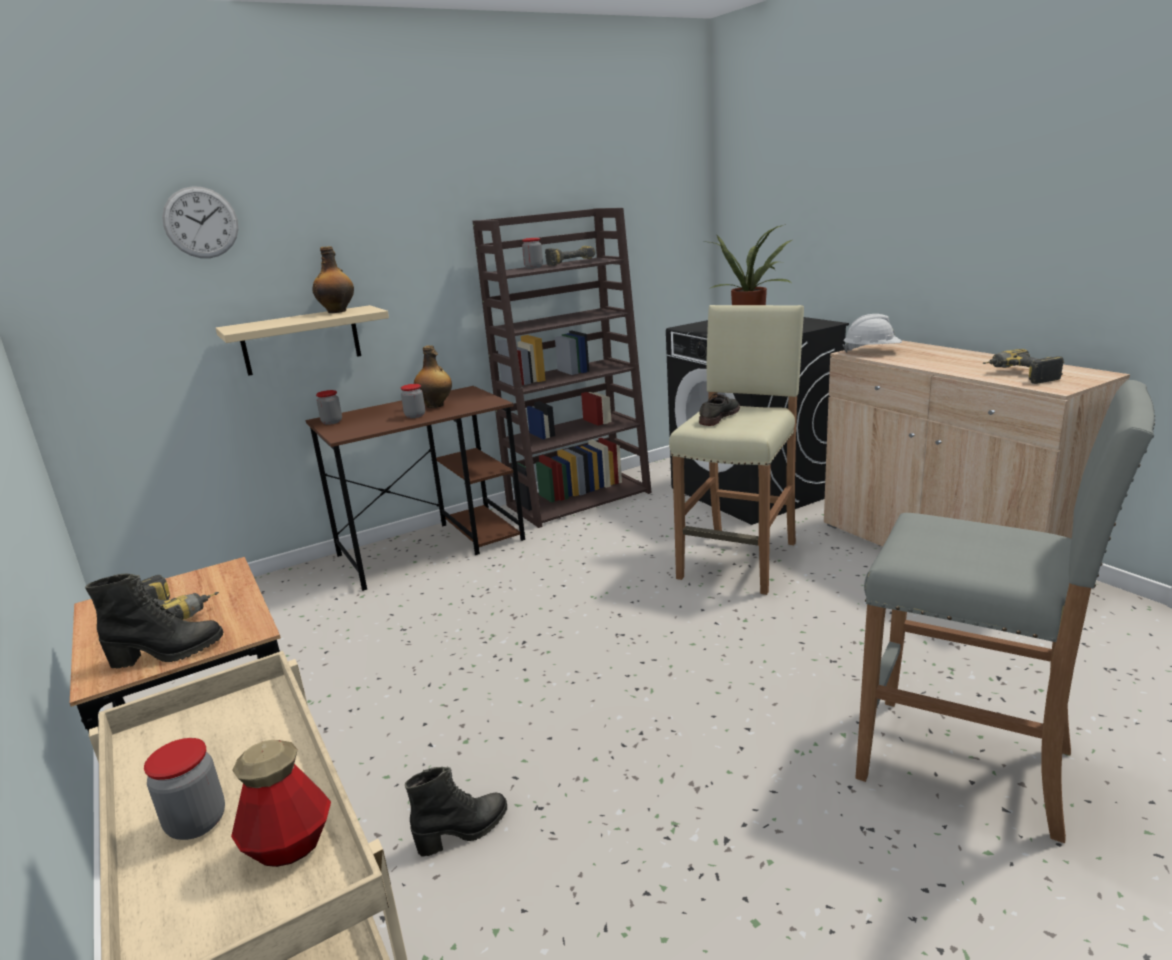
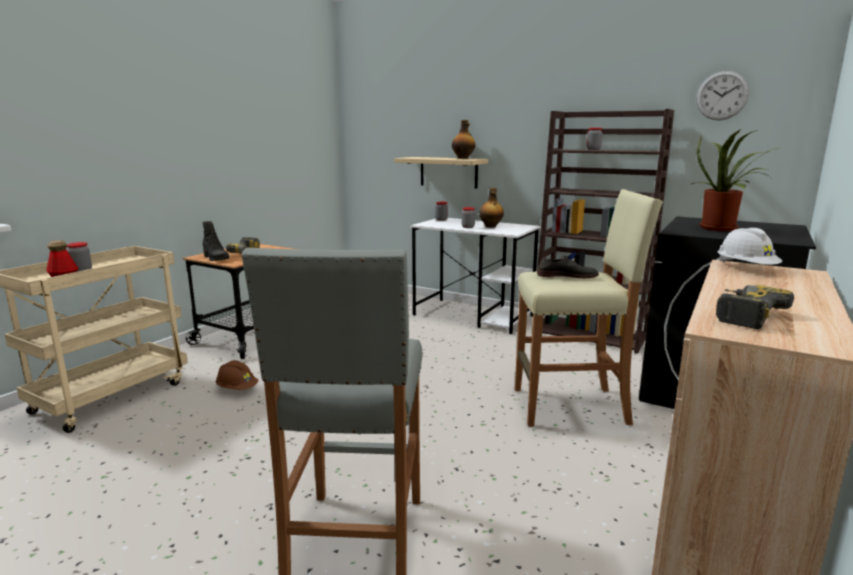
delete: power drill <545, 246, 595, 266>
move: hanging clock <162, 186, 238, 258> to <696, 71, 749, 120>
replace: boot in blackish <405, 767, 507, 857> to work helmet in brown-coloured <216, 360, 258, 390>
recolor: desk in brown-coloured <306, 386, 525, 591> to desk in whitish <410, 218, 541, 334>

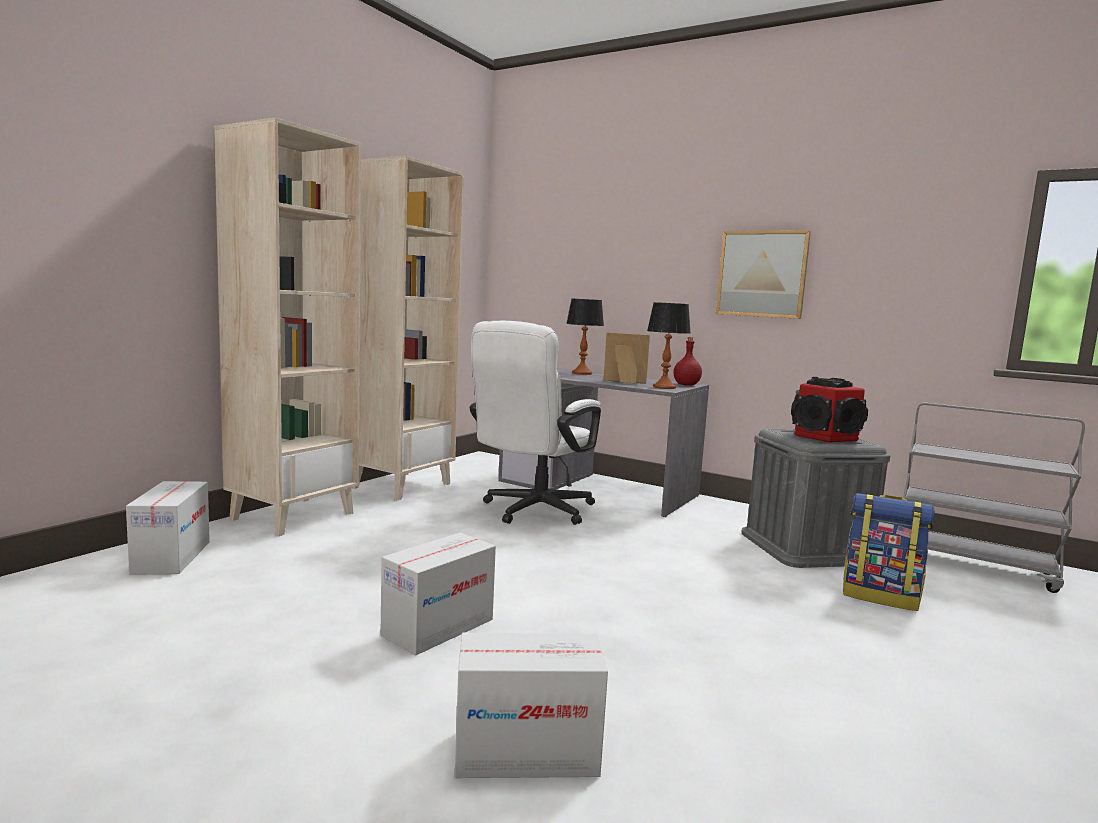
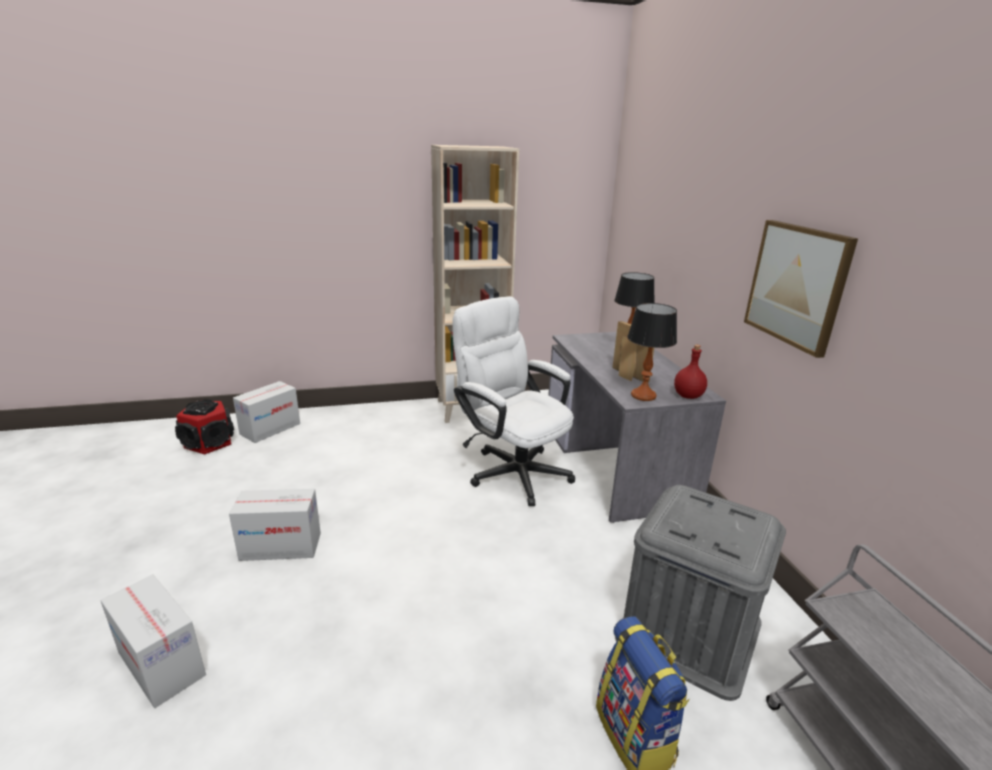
delete: shelving unit in beige <214, 117, 361, 536>
move: loudspeaker <791, 377, 868, 442> to <175, 399, 234, 454>
rotate: office chair in whitish <470, 321, 601, 525> = <452, 296, 575, 506> 60 degrees clockwise

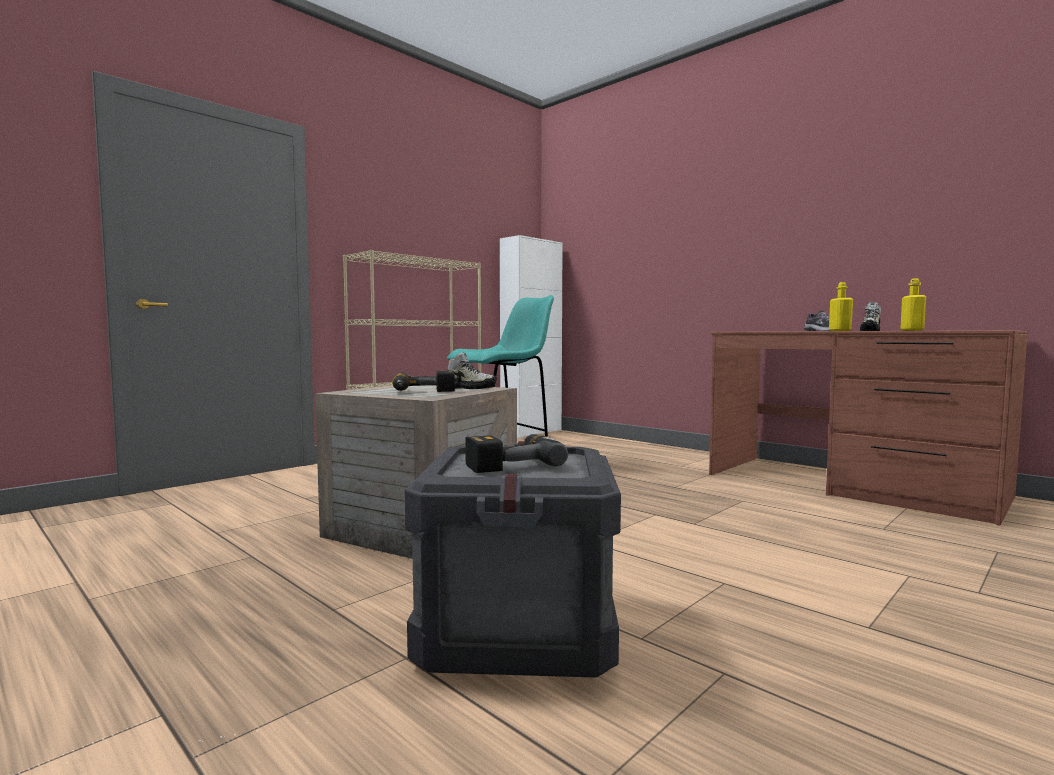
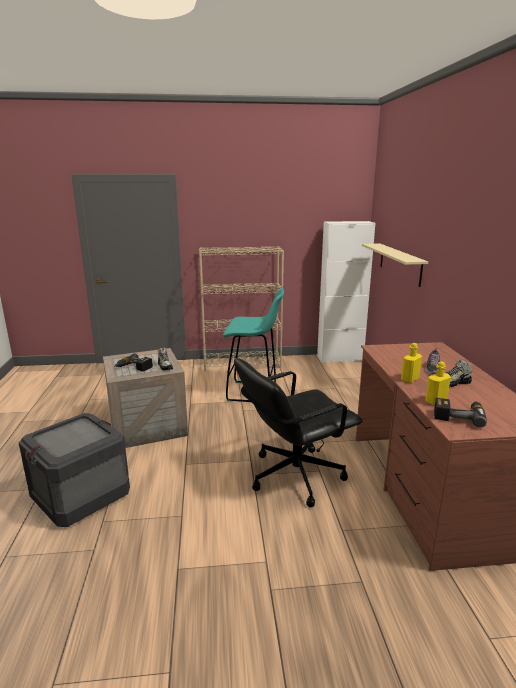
insert: office chair in blackish <234, 358, 363, 507>; shelf in beige <362, 243, 428, 287>
move: power drill <465, 434, 568, 473> to <434, 398, 487, 428>

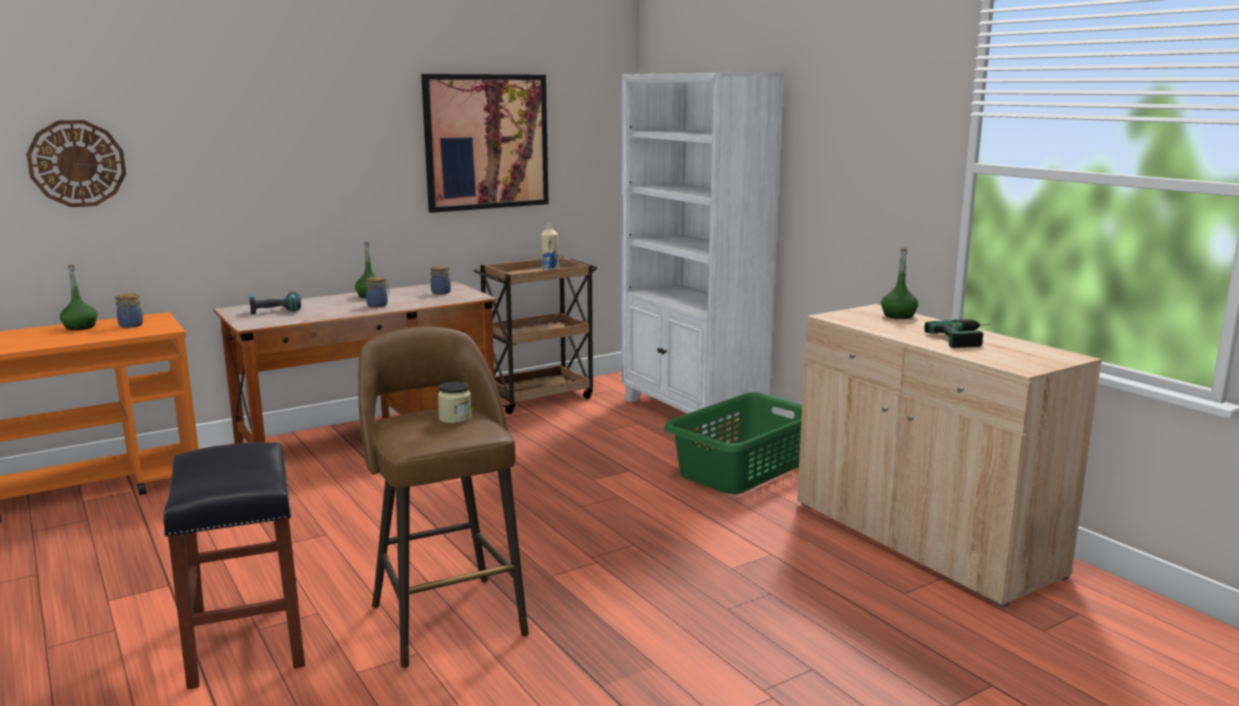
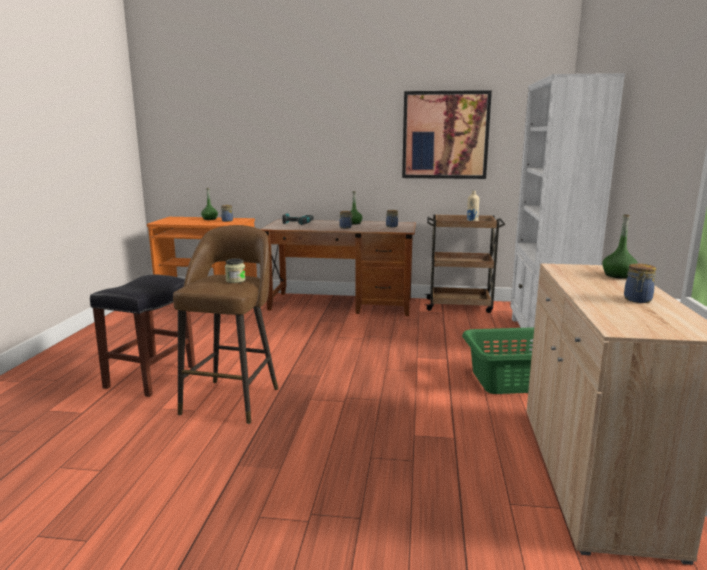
delete: hanging clock <26, 120, 126, 207>
replace: power drill <924, 319, 992, 348> to jar <624, 263, 656, 303>

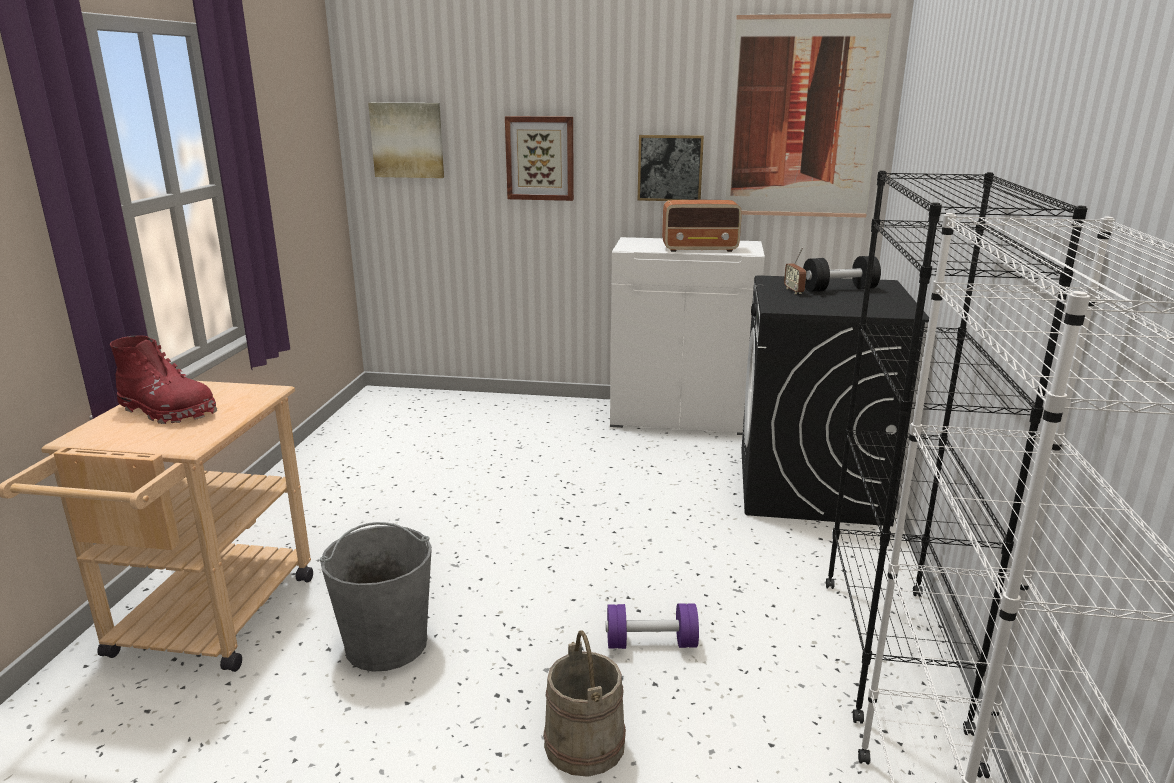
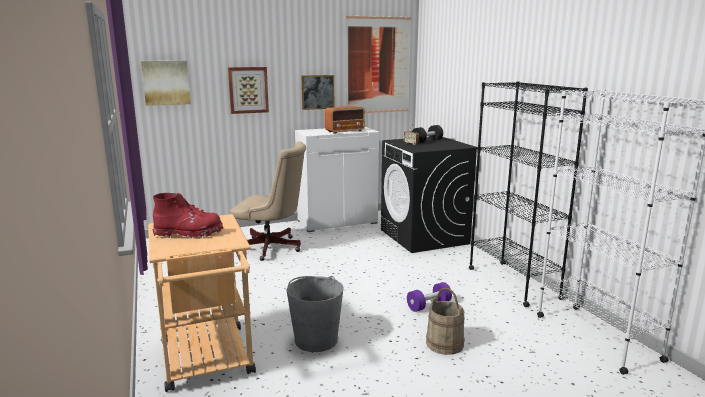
insert: office chair in beige <230, 141, 306, 261>

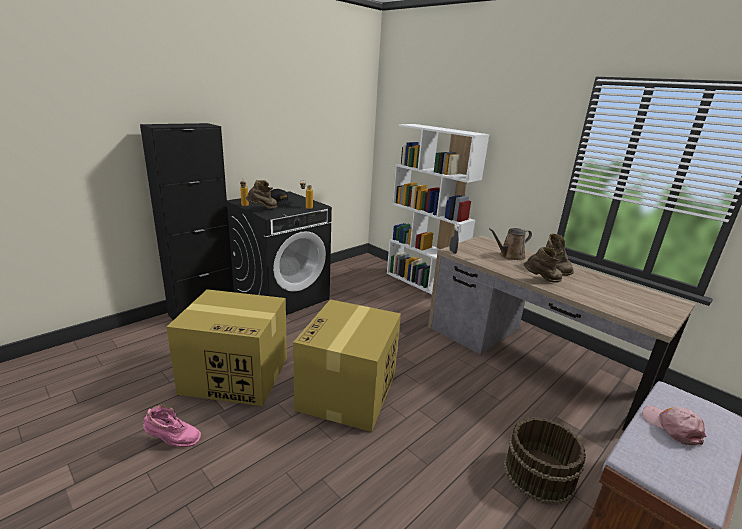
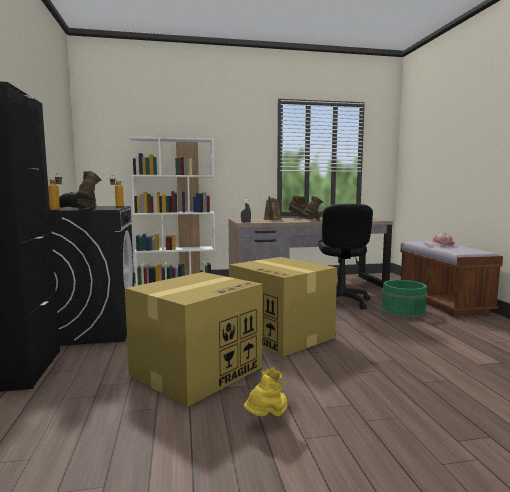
insert: office chair in blackish <318, 204, 373, 310>
recolor: boot in pink-coloured <143, 405, 201, 447> to boot in yellowish <244, 367, 290, 416>; pail in brown-coloured <503, 417, 586, 505> to pail in green-coloured <381, 280, 428, 318>

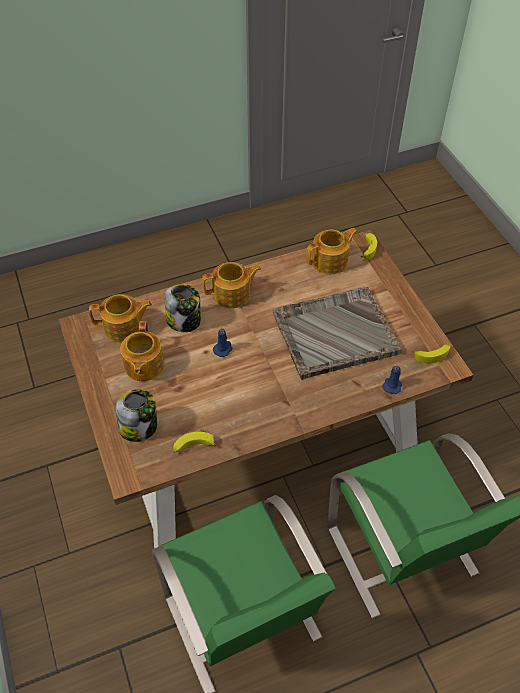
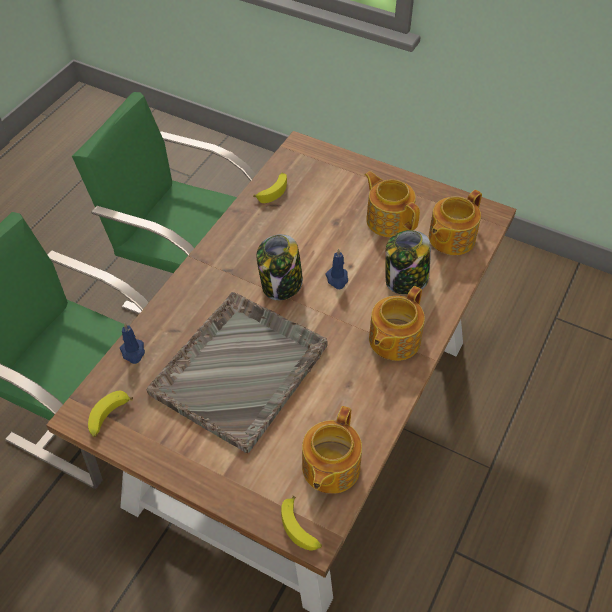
move: jar <116, 389, 157, 442> to <257, 234, 303, 300>

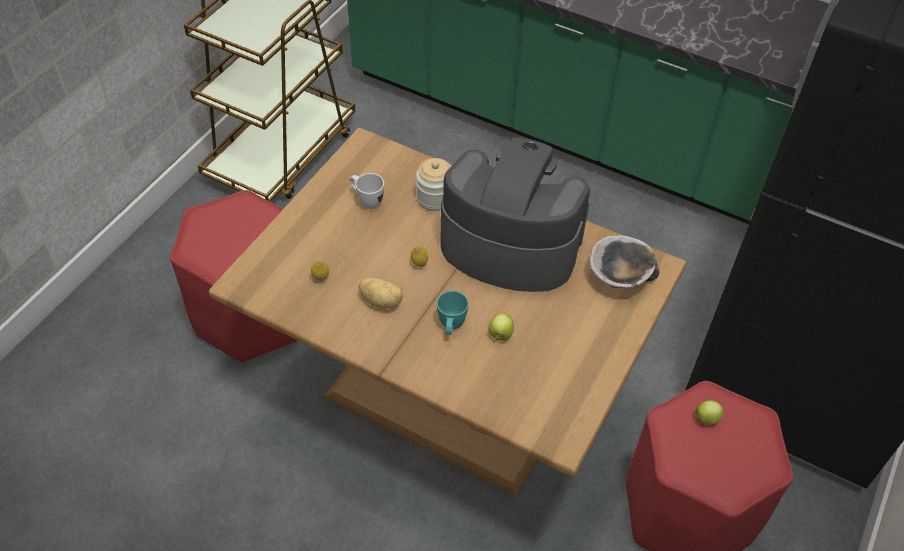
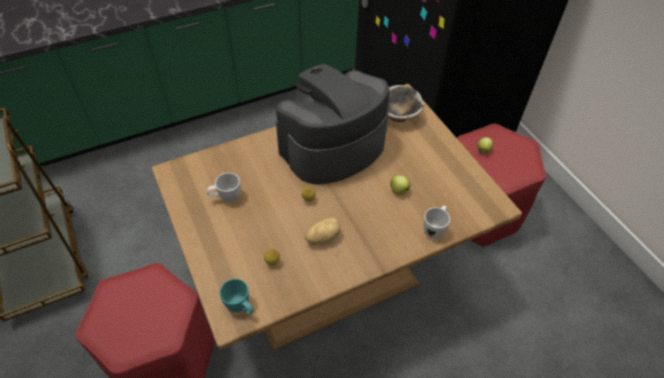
delete: jar <416, 158, 451, 211>
insert: mug in whitish <424, 205, 450, 238>
move: mug in turquoise <437, 291, 469, 335> to <219, 279, 254, 314>

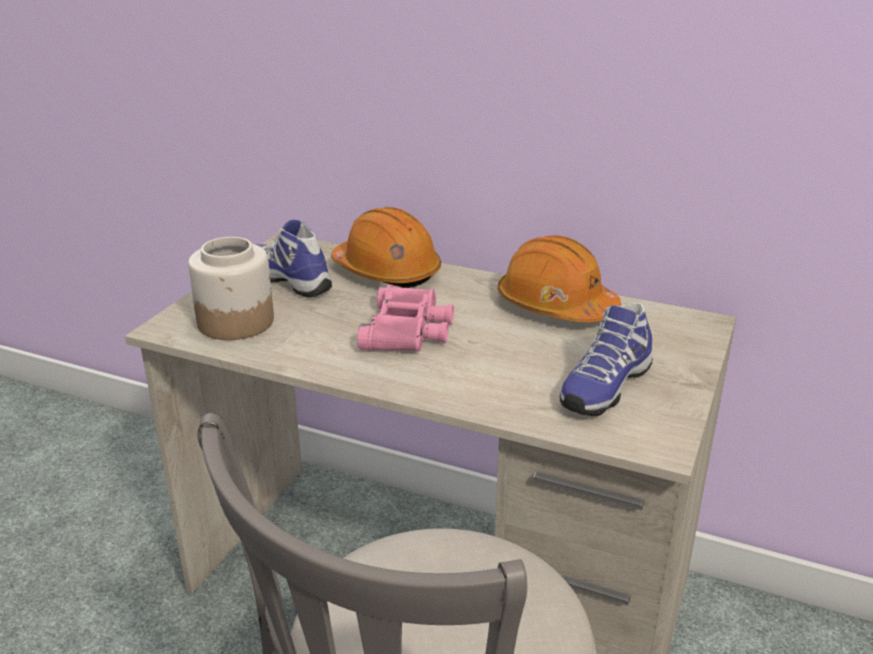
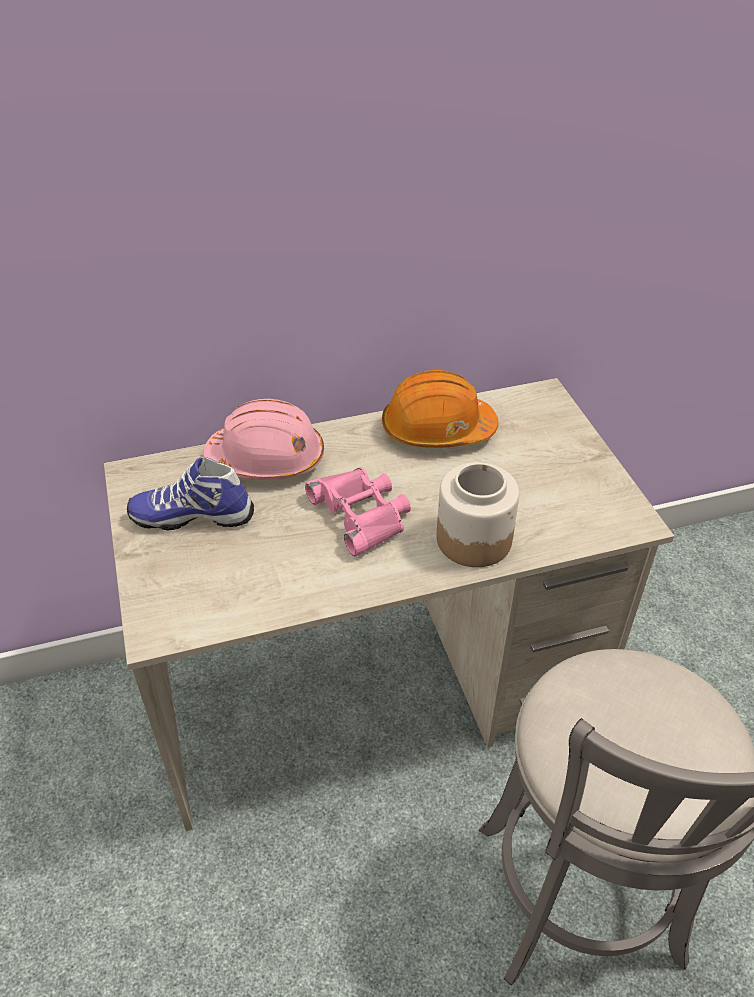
delete: shoe <560, 303, 653, 416>
move: jar <188, 237, 274, 340> to <437, 462, 520, 567>
recolor: work helmet in orange <331, 207, 441, 288> to work helmet in pink-coloured <203, 399, 324, 480>

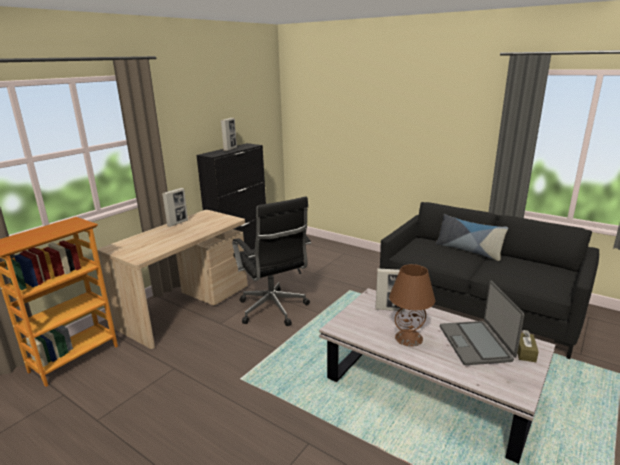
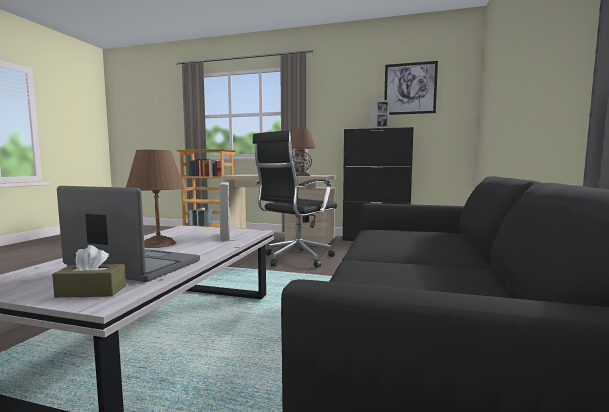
delete: throw pillow <436, 214, 508, 261>
insert: tabletop lamp in brown-coloured <292, 129, 315, 176>; wall picture <384, 61, 438, 115>
rotate: notebook computer <440, 280, 524, 365> = <57, 186, 200, 282> 45 degrees clockwise

